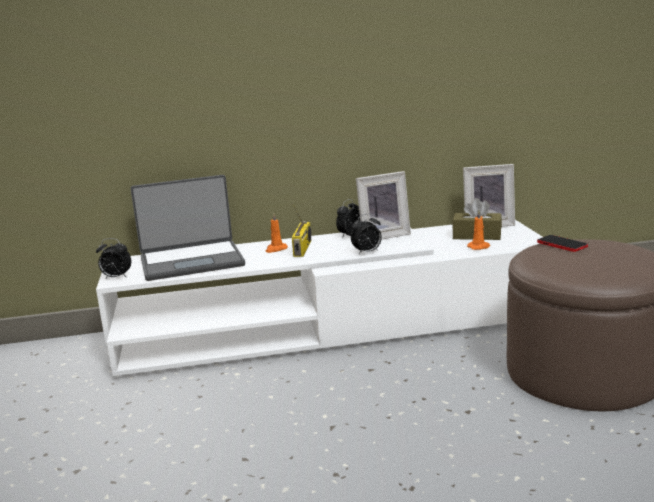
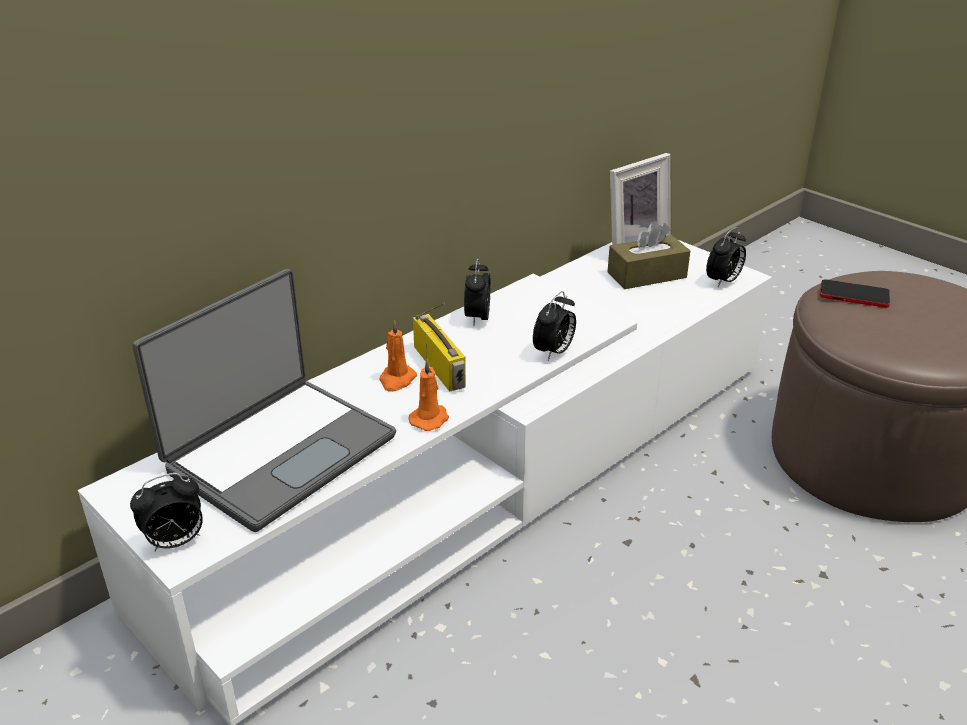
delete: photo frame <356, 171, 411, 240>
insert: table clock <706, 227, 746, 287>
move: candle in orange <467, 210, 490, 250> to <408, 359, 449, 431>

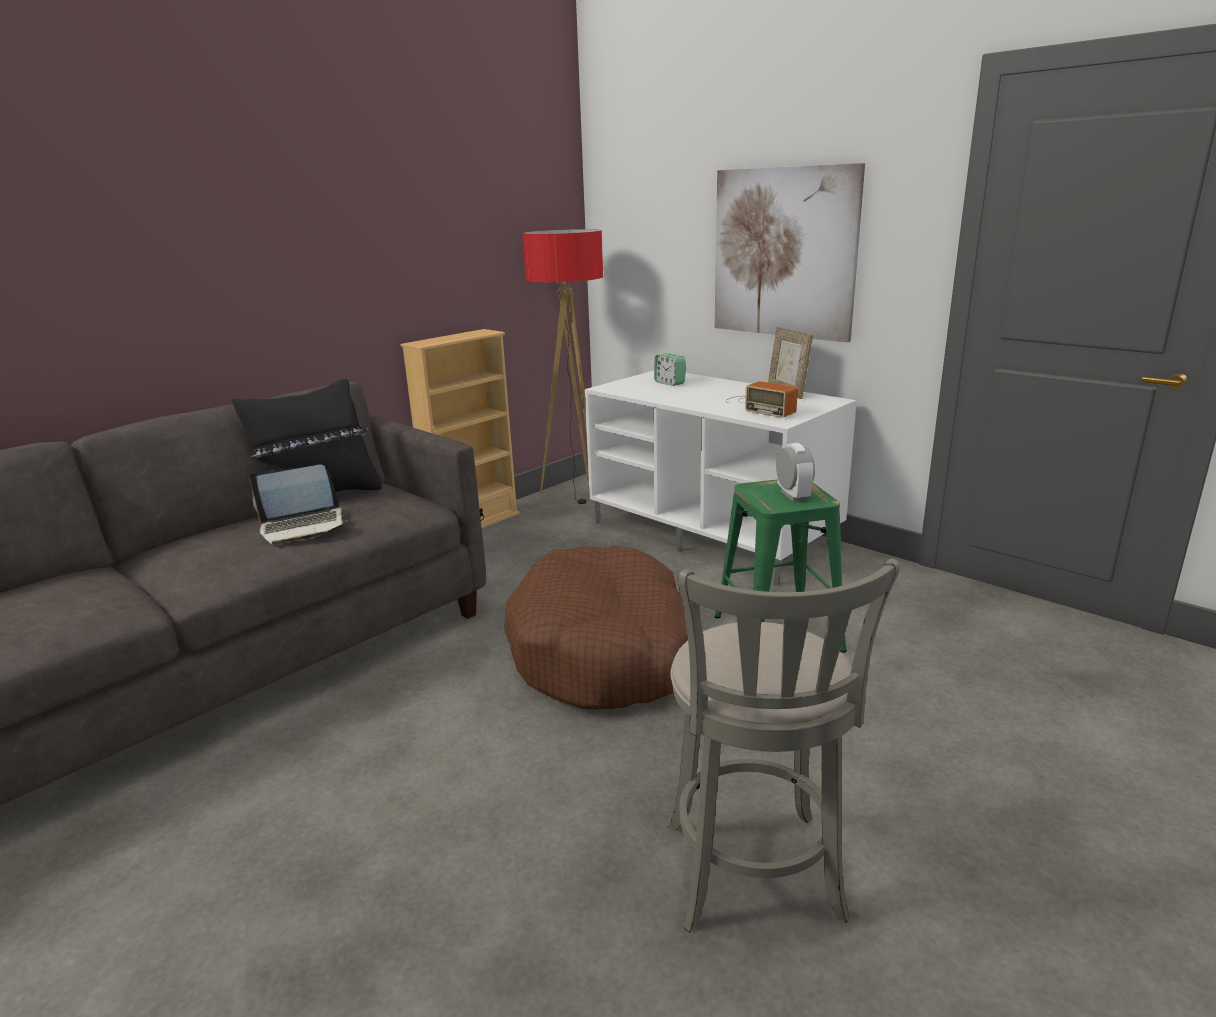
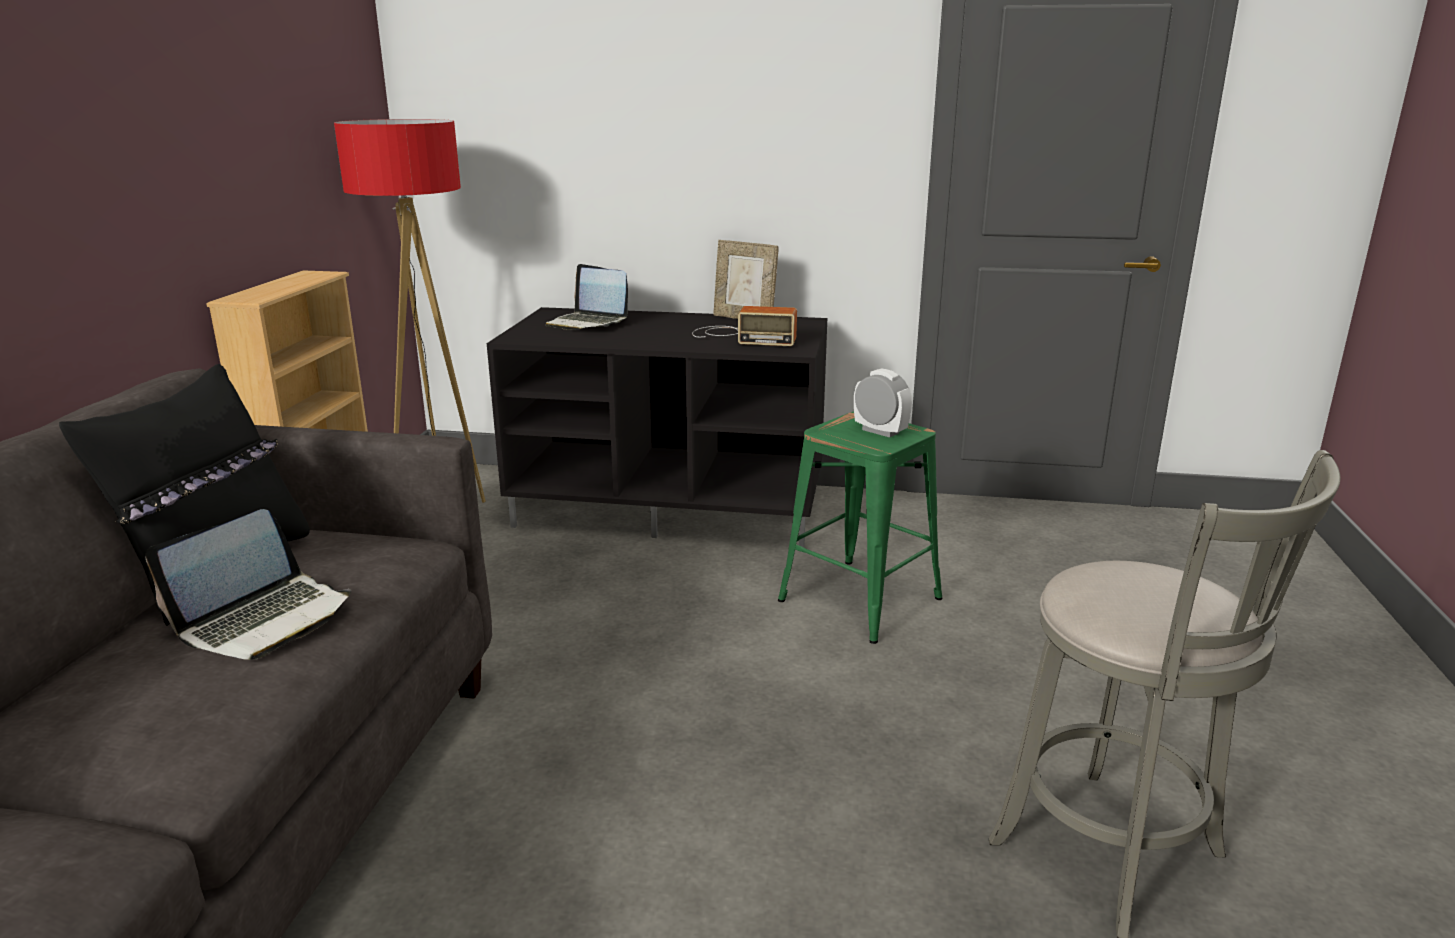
delete: dog bed in brown-coloured <504, 545, 688, 709>; wall picture <715, 163, 865, 343>
replace: table clock <654, 353, 686, 386> to notebook computer <546, 264, 628, 330>
recolor: tv unit in whitish <585, 371, 857, 586> to tv unit in blackish <487, 307, 827, 548>

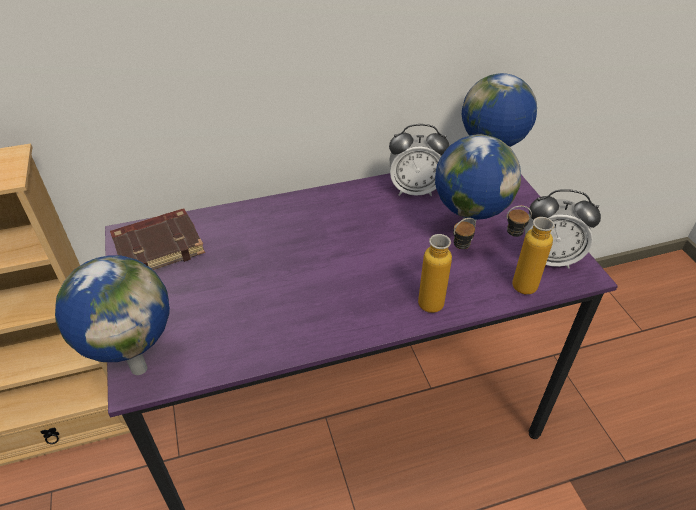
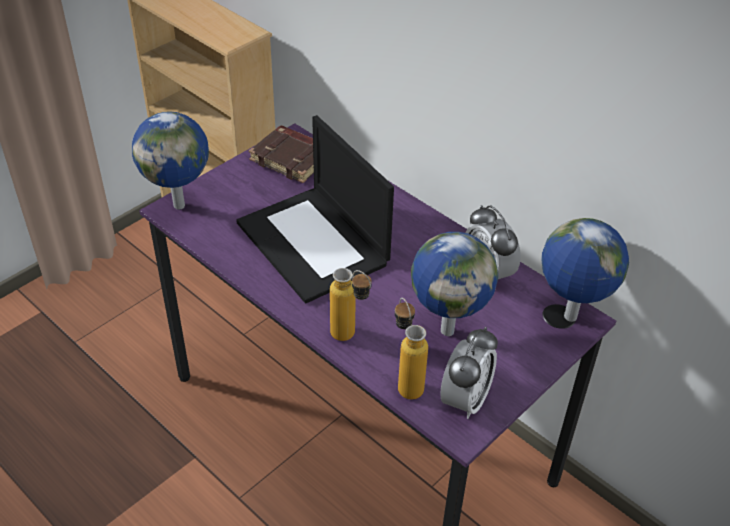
insert: notebook computer <236, 115, 394, 303>
rotate: table clock <525, 189, 601, 269> = <440, 327, 498, 419> 135 degrees counterclockwise

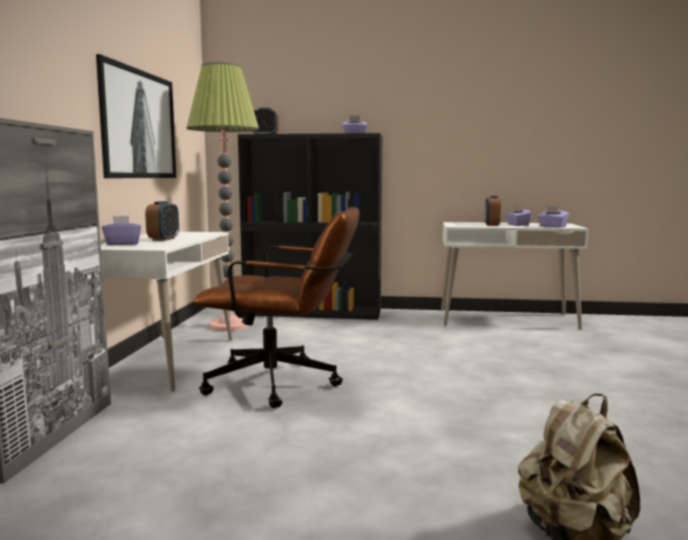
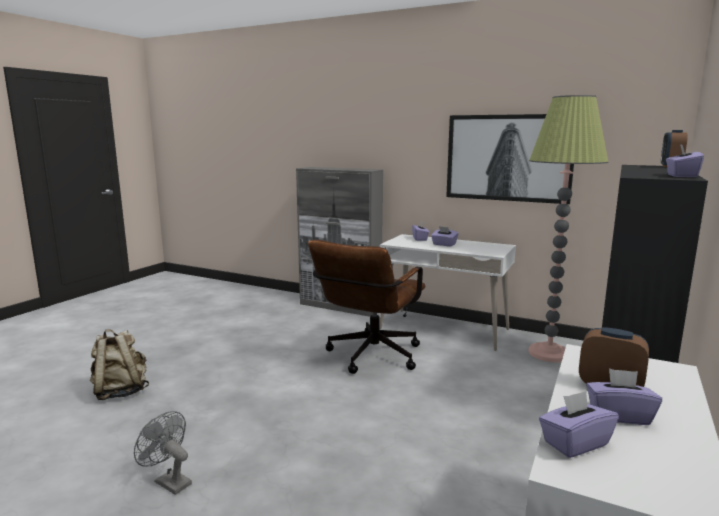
insert: electric fan in grey <134, 411, 192, 495>
replace: table clock <145, 201, 179, 241> to tissue box in purplish <431, 226, 459, 247>

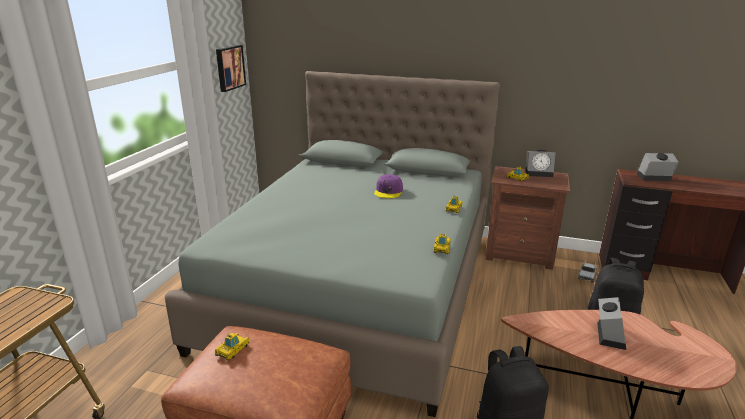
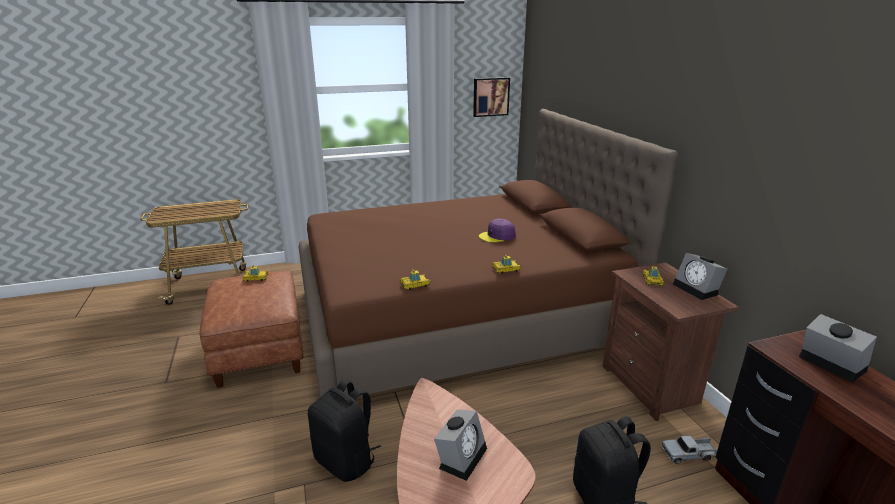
recolor: bed in grey <165, 71, 500, 417> to bed in brown-coloured <298, 109, 678, 397>
rotate: table clock <597, 297, 626, 350> = <434, 409, 487, 481> 45 degrees counterclockwise

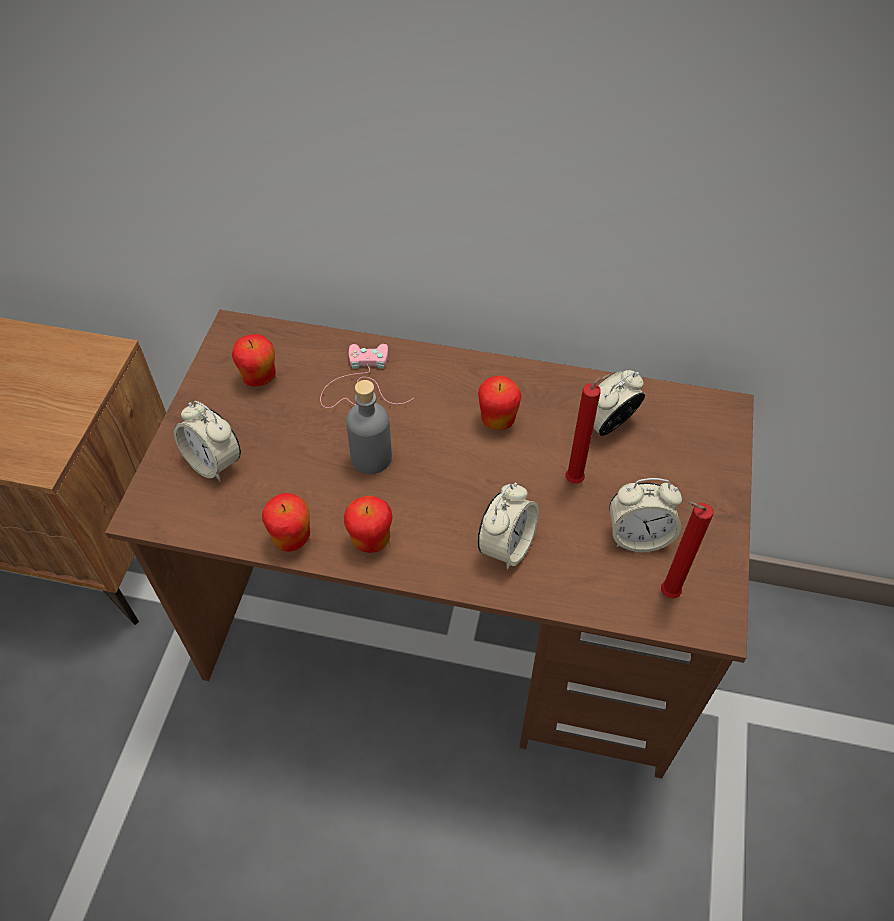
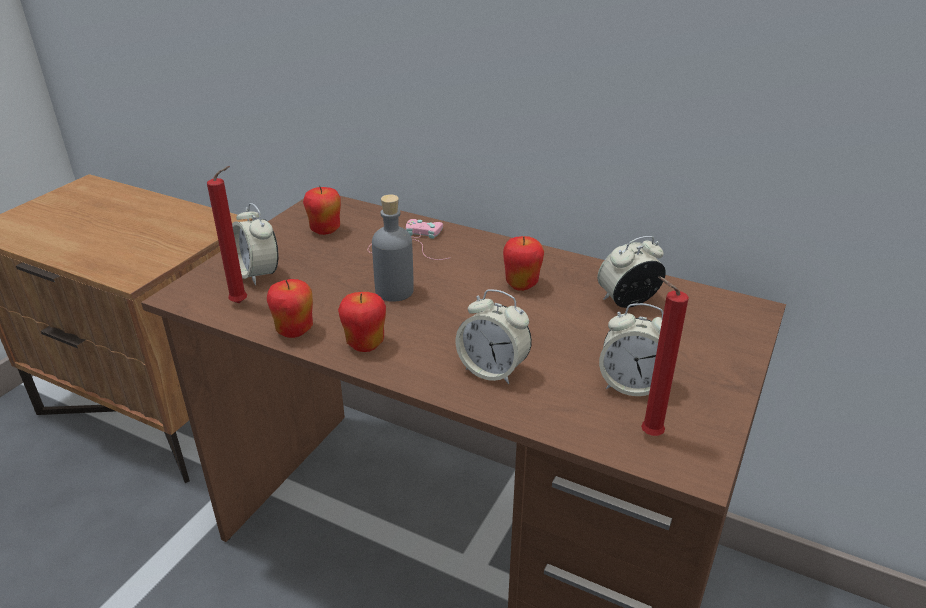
move: candle in reddish <566, 374, 612, 484> to <207, 166, 247, 303>
rotate: table clock <478, 483, 539, 570> = <456, 289, 532, 384> 75 degrees clockwise

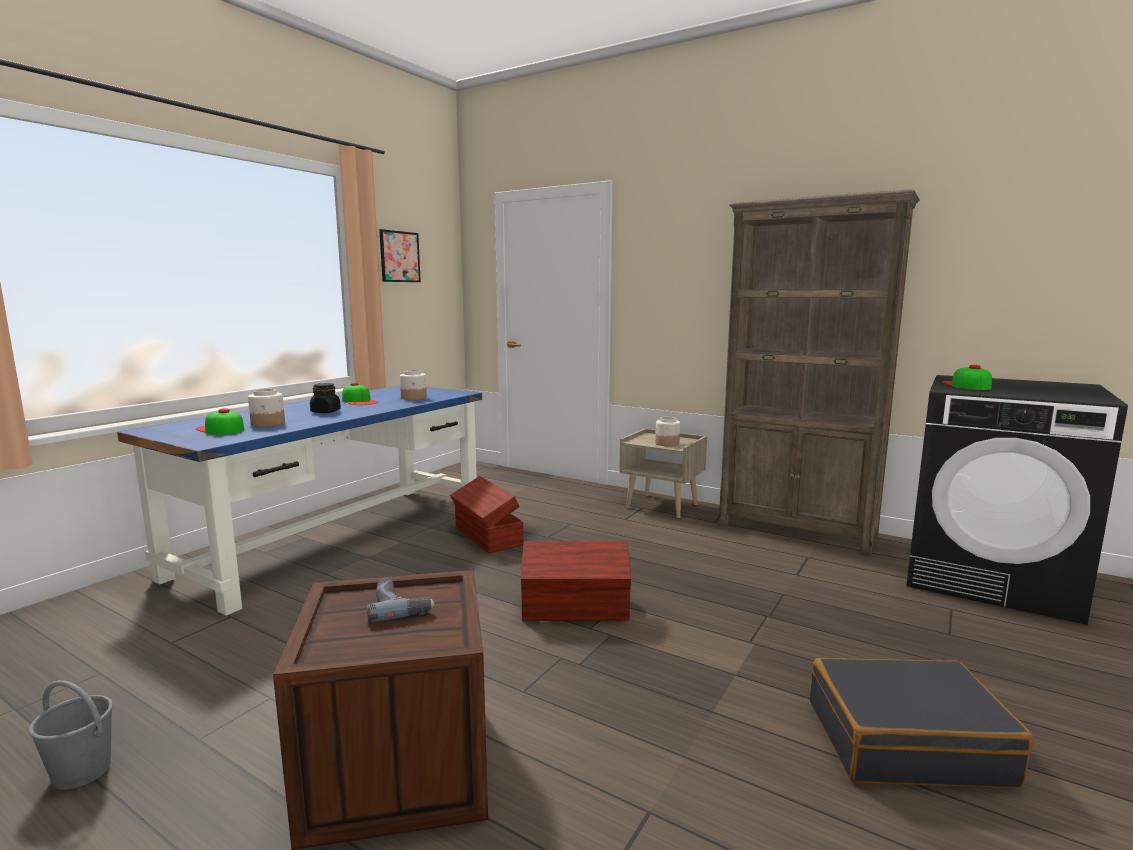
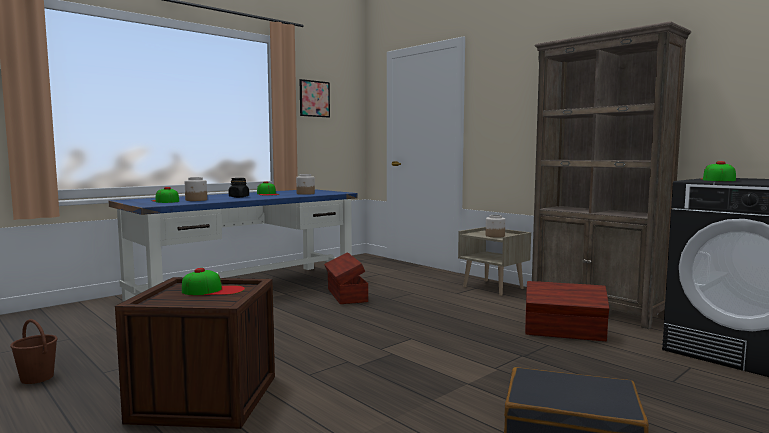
move: storage box in brown-coloured <521, 541, 631, 621> to <525, 281, 609, 341>
replace: power drill <367, 577, 435, 623> to peaked cap <182, 268, 245, 295>
recolor: pail in grey <29, 680, 113, 790> to pail in brown-coloured <10, 319, 58, 384>

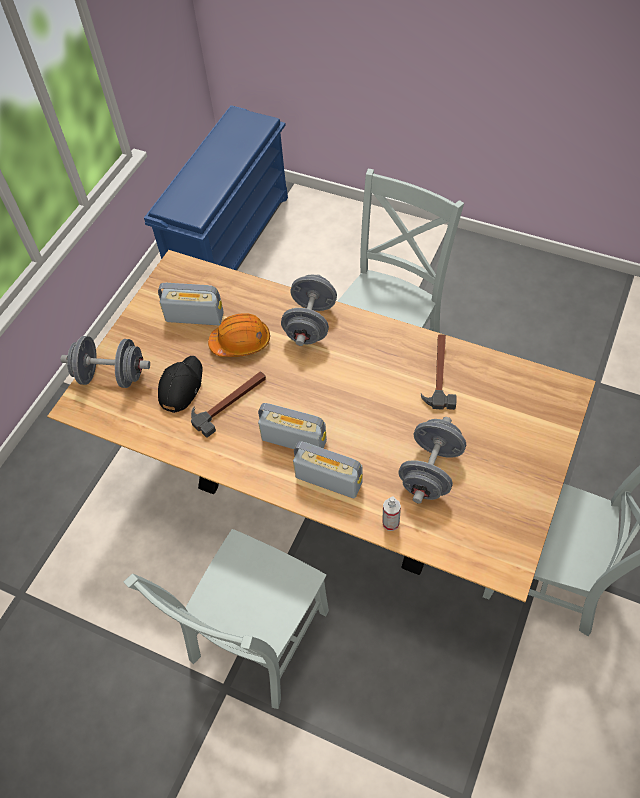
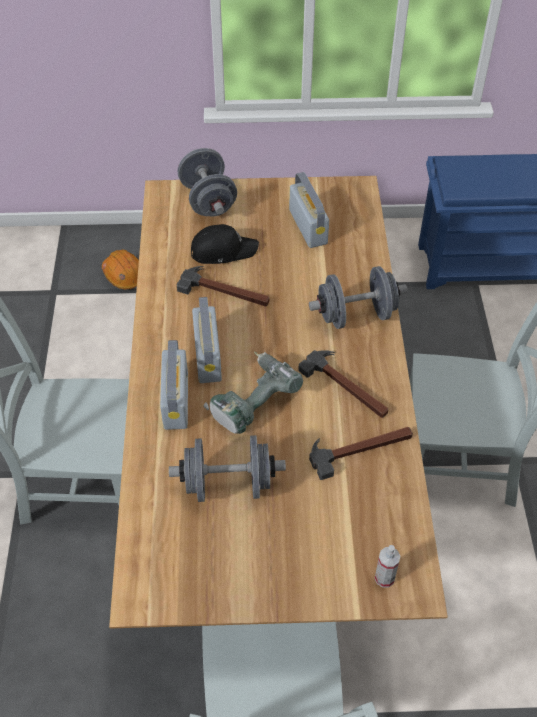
insert: power drill <204, 351, 303, 434>; hand hammer <298, 350, 388, 418>
move: work helmet in orange <208, 313, 270, 357> to <102, 249, 139, 289>; spray bottle <382, 497, 401, 531> to <375, 545, 400, 588>

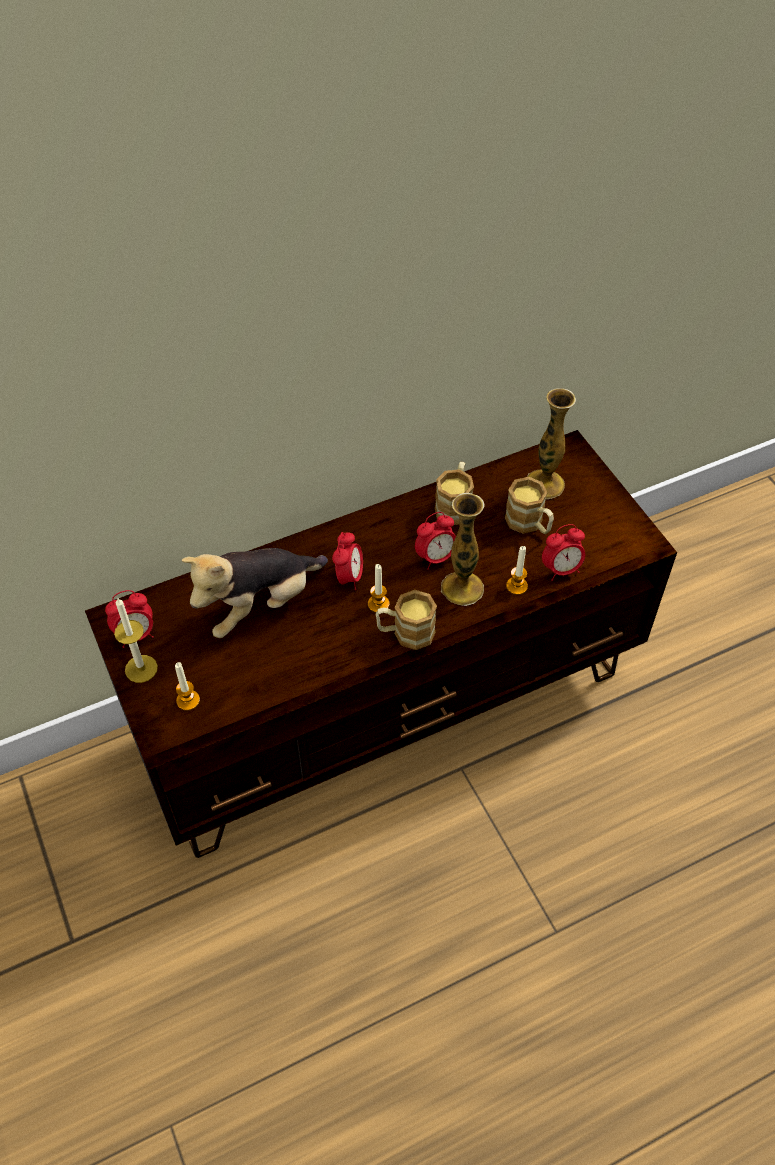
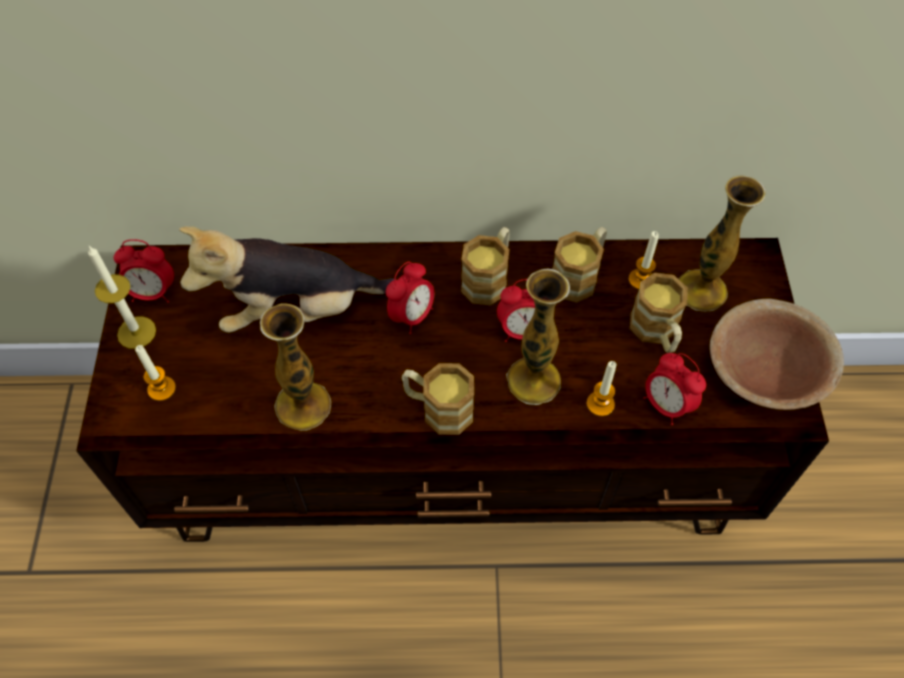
insert: vase <260, 303, 331, 431>; mug <461, 227, 510, 305>; bowl in brown-coloured <710, 299, 844, 410>
move: candle <368, 564, 389, 613> to <629, 231, 659, 290>
rotate: table clock <542, 524, 585, 581> = <643, 353, 706, 425> 45 degrees clockwise

